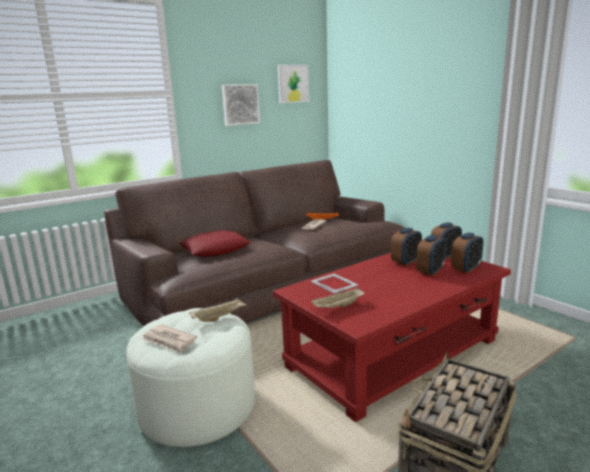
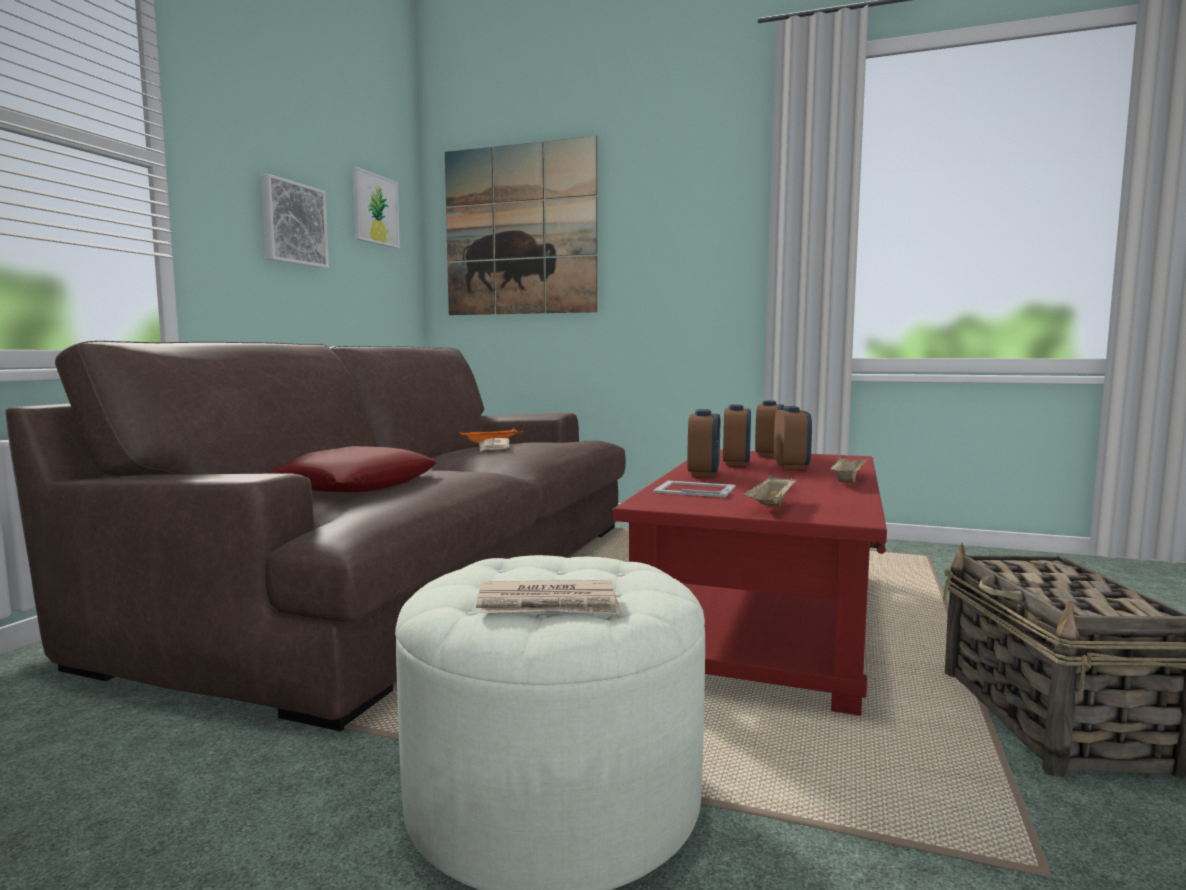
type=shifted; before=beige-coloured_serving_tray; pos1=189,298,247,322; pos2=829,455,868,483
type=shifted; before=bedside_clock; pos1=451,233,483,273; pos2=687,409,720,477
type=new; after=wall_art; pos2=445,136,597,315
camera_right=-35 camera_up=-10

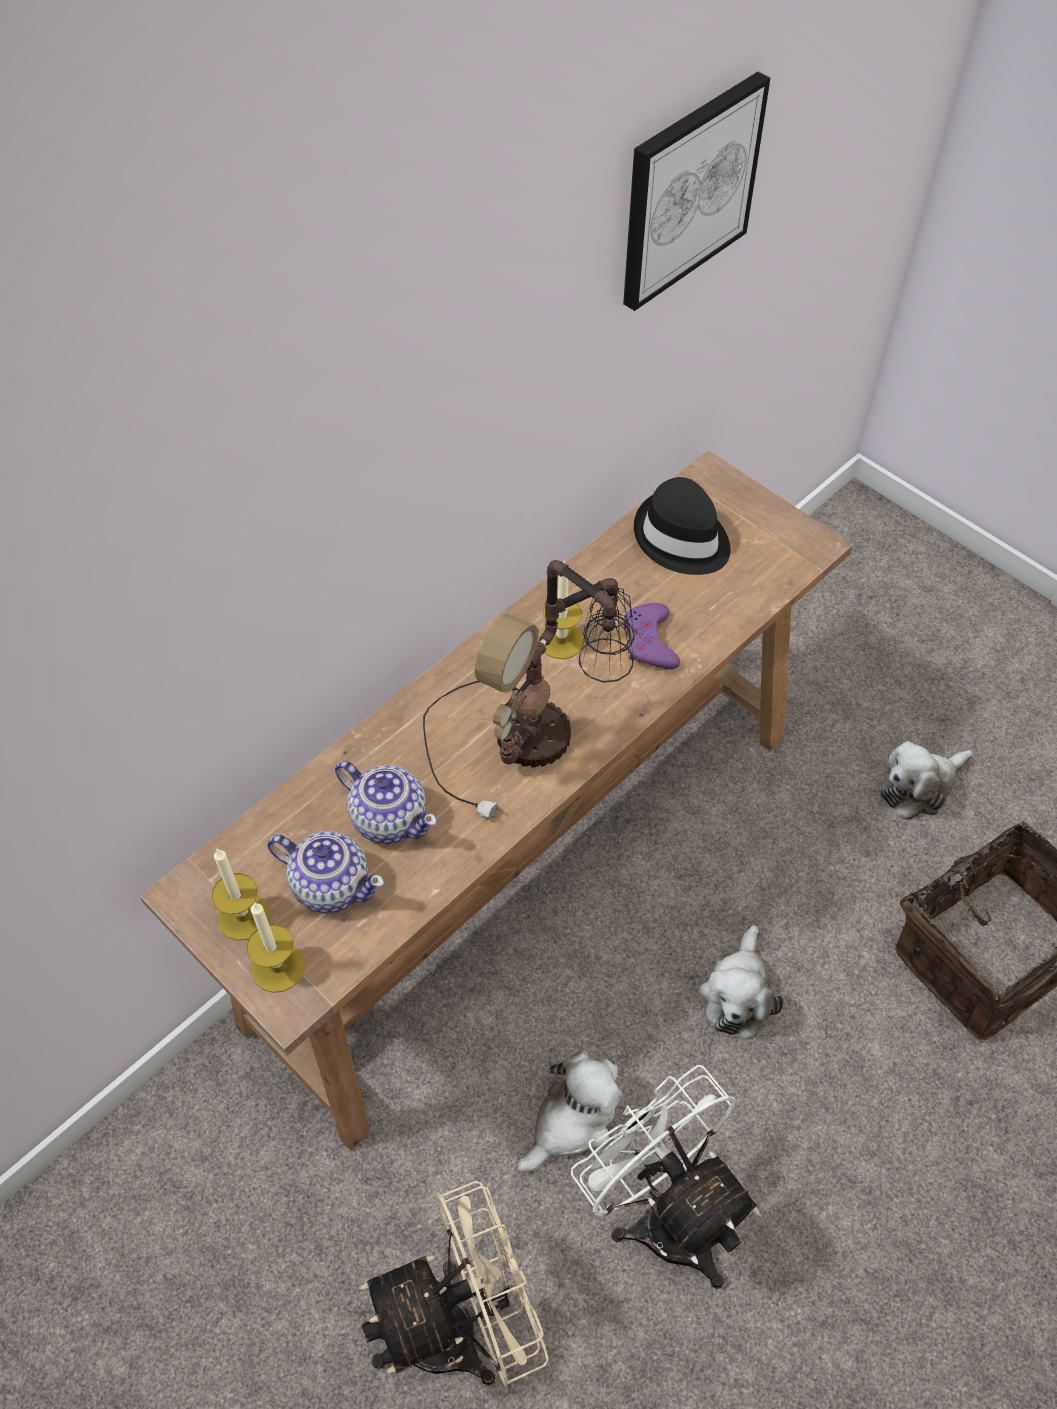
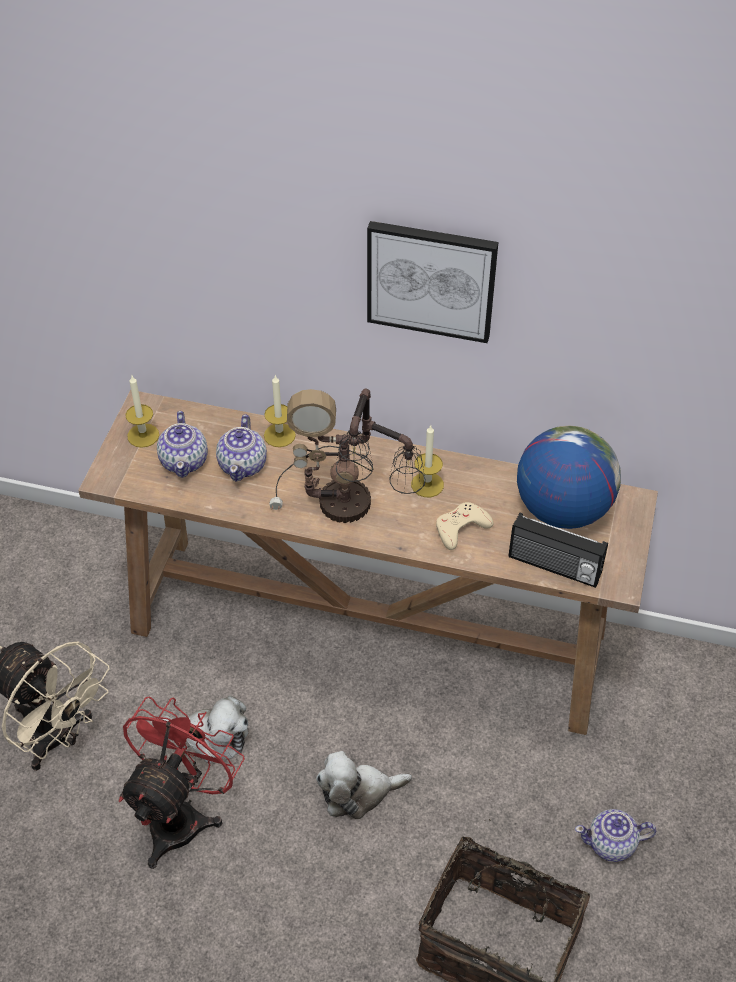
type=shifted; before=candle; pos1=247,902,305,993; pos2=264,374,296,447
type=repainted; before=whitish_cooling_fan; after=red-coloured_cooling_fan; pos1=571,1065,760,1289; pos2=119,697,245,869
type=shifted; before=wall_art; pos1=623,72,770,311; pos2=367,221,498,343
type=repainted; before=purple-coloured_joypad; after=beige-coloured_joypad; pos1=624,603,680,669; pos2=436,502,494,550
type=swapped; before=black_hat; after=globe; pos1=634,477,730,575; pos2=517,426,621,529
type=swapped; before=soft_toy; after=pot_for_tea; pos1=880,741,973,820; pos2=575,809,656,862
type=new; after=radio_set; pos2=508,513,608,588
camera_right=60 camera_up=-5

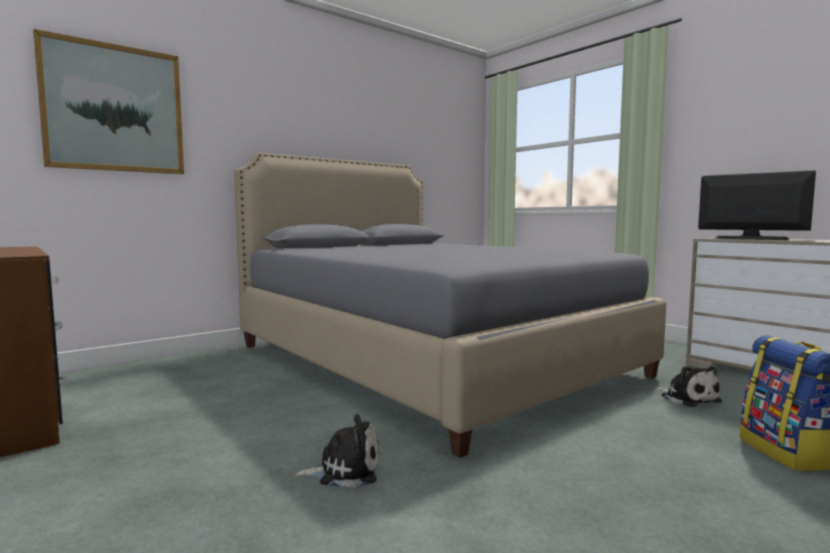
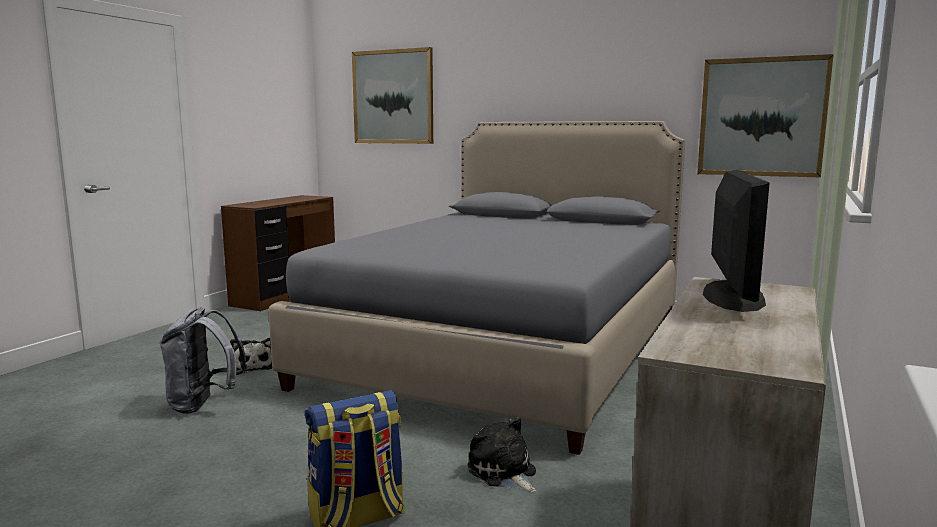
type=rotated; before=soft_toy; pos1=657,366,722,407; pos2=468,417,536,492; turn=105
type=new; after=grey_rucksack; pos2=160,307,248,414
type=new; after=wall_art; pos2=697,54,834,177
camera_right=65 camera_up=5

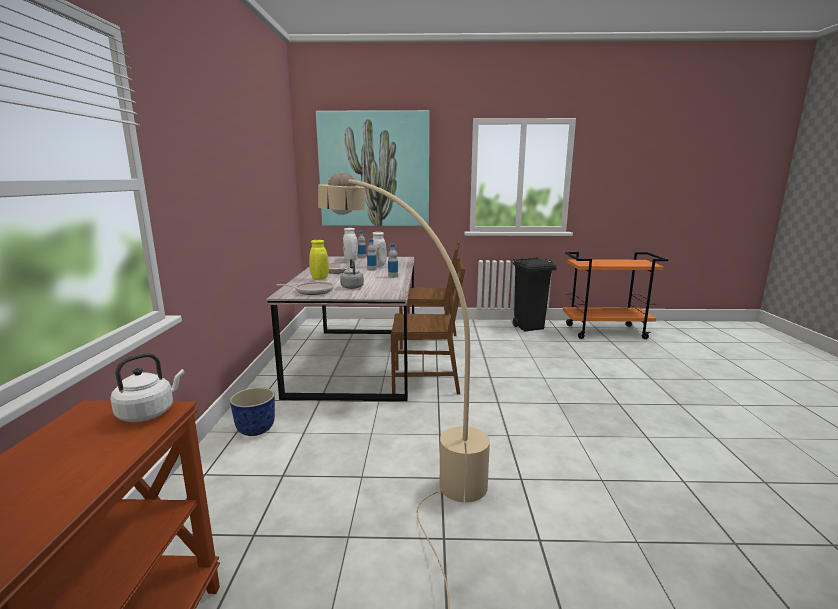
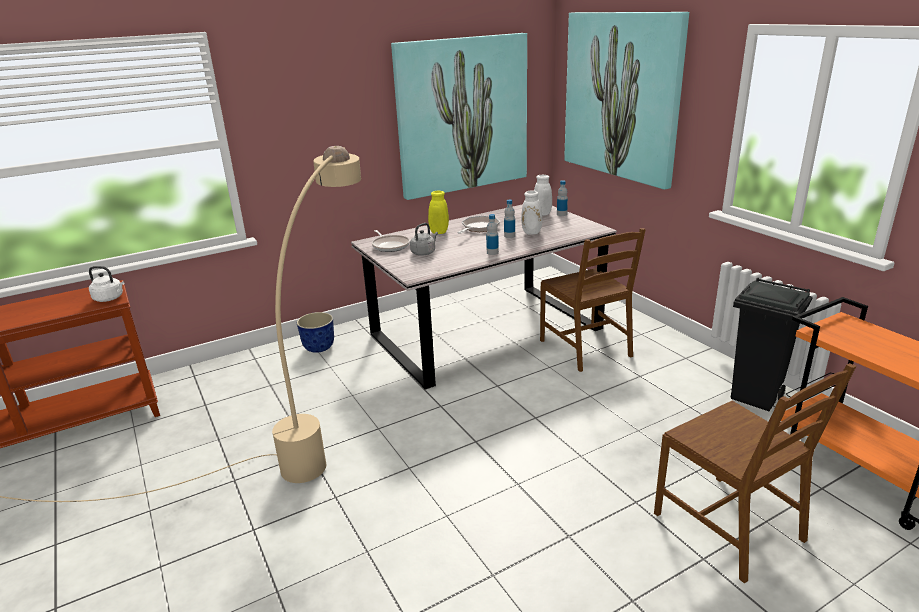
type=shifted; before=brown_upright_chair; pos1=391,258,466,394; pos2=654,363,856,583
type=new; after=wall_art; pos2=391,33,527,200
camera_right=60 camera_up=10

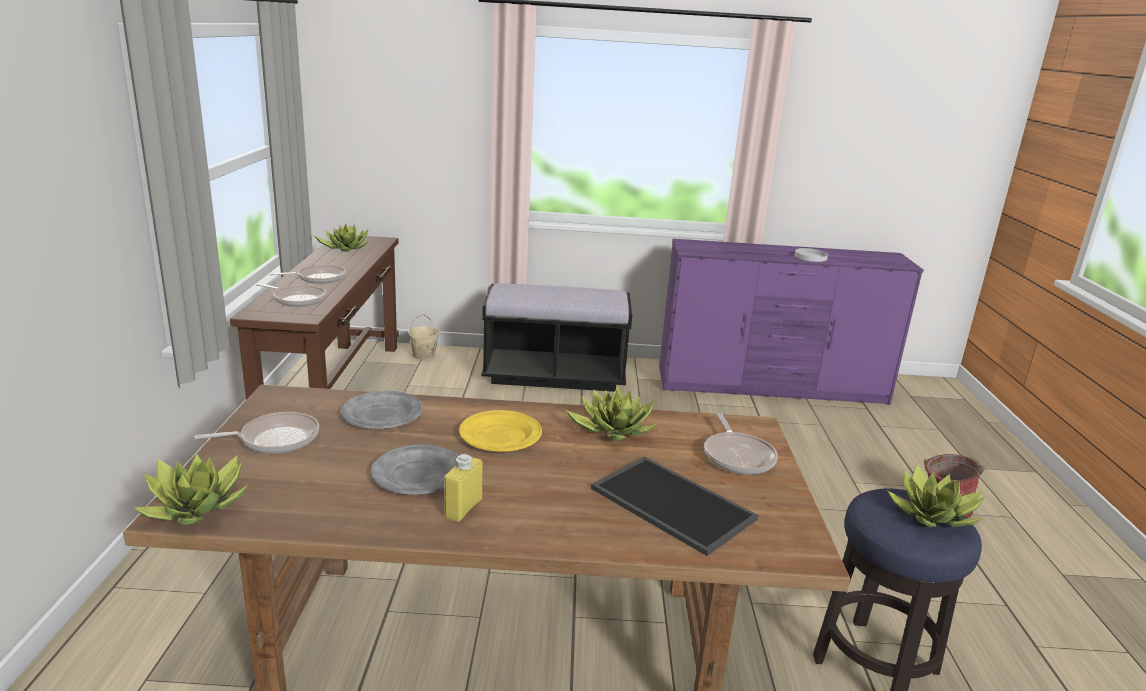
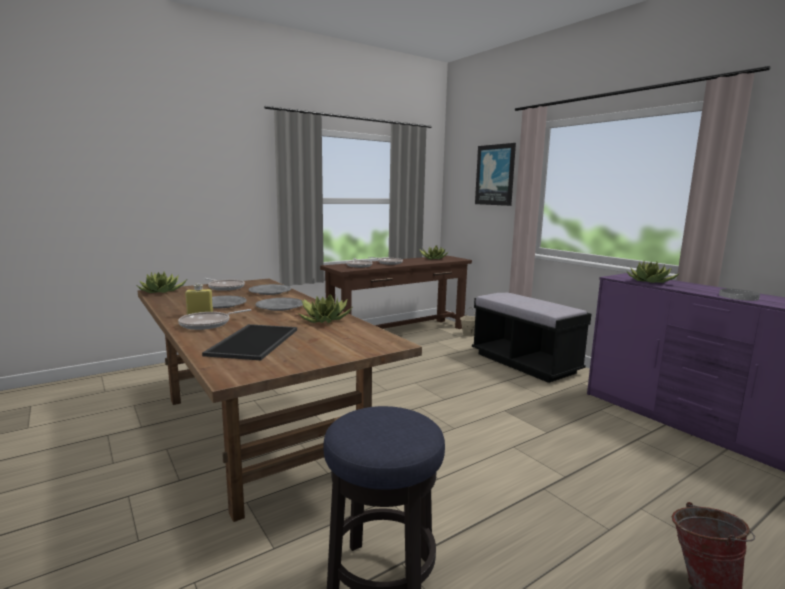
type=repainted; before=yellow-coloured_plate; after=grey_plate; pos1=459,410,542,452; pos2=256,298,303,311
type=shifted; before=frying_pan; pos1=704,413,778,475; pos2=178,309,251,330
type=shifted; before=houseplant; pos1=888,464,985,527; pos2=626,261,680,283
type=new; after=wall_art; pos2=475,143,516,206
camera_right=55 camera_up=-10

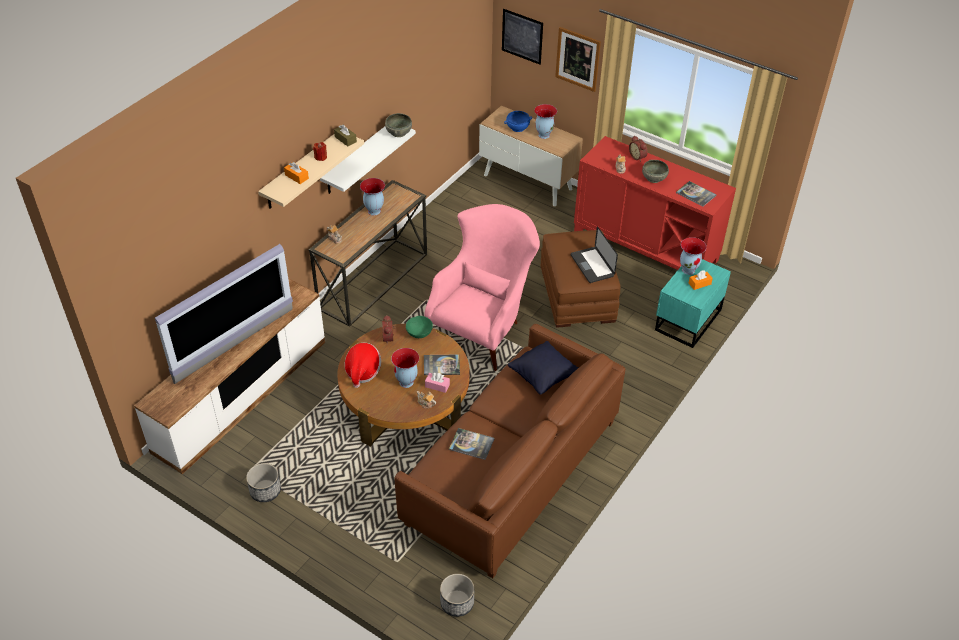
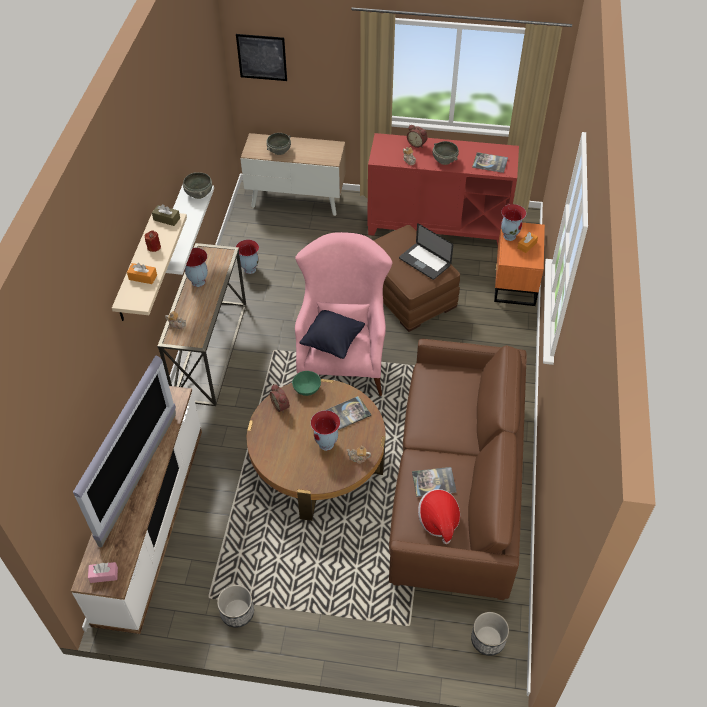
type=shifted; before=hat; pos1=345,343,381,388; pos2=418,489,460,544
type=shifted; before=pink-coloured_tissue_box; pos1=425,372,450,393; pos2=88,562,118,583
type=repainted; before=bluish_deep_dish; after=grey_deep_dish; pos1=504,111,532,132; pos2=266,133,291,155
type=shifted; before=black_throw_pillow; pos1=508,341,578,395; pos2=300,310,365,359
type=shifted; before=vase; pos1=534,104,557,139; pos2=236,240,259,274
type=gone; before=wall_art; pos1=555,27,601,92
type=repainted; before=turquoise-coloured_nightstand; after=orange_nightstand; pos1=655,259,731,348; pos2=494,223,545,306
camera_right=-25 camera_up=5

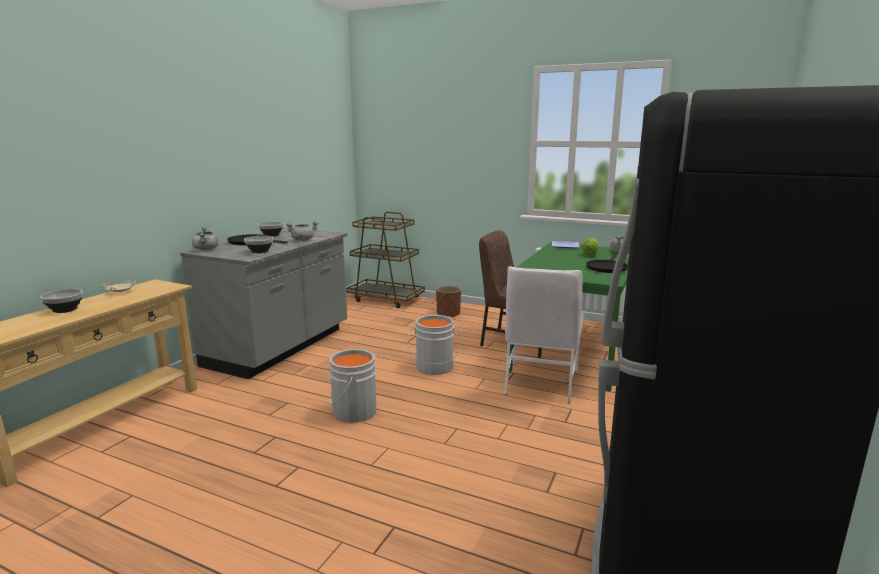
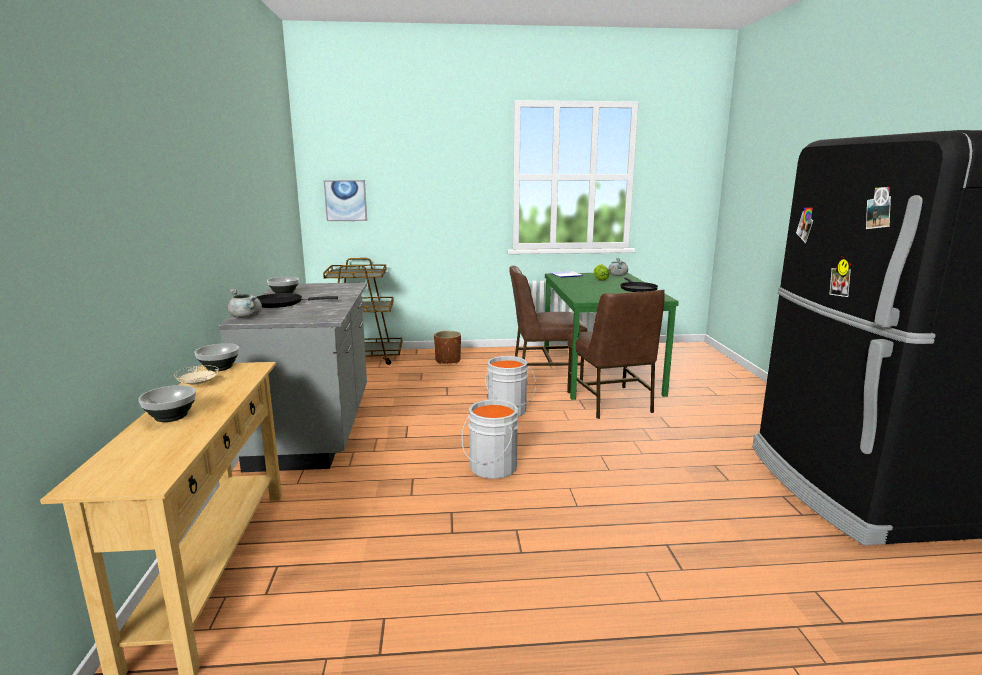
type=shifted; before=deep_dish; pos1=244,236,273,253; pos2=195,343,239,371
type=gone; before=grey_cooking_pot; pos1=286,221,319,241
type=repainted; before=whitish_upright_chair; after=brown_upright_chair; pos1=504,267,584,403; pos2=567,289,665,419
type=new; after=wall_art; pos2=323,180,367,221
camera_right=-30 camera_up=0

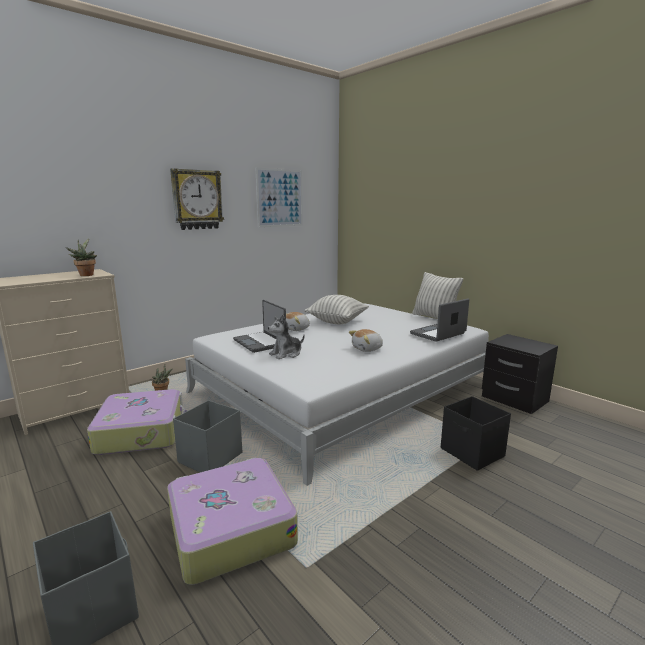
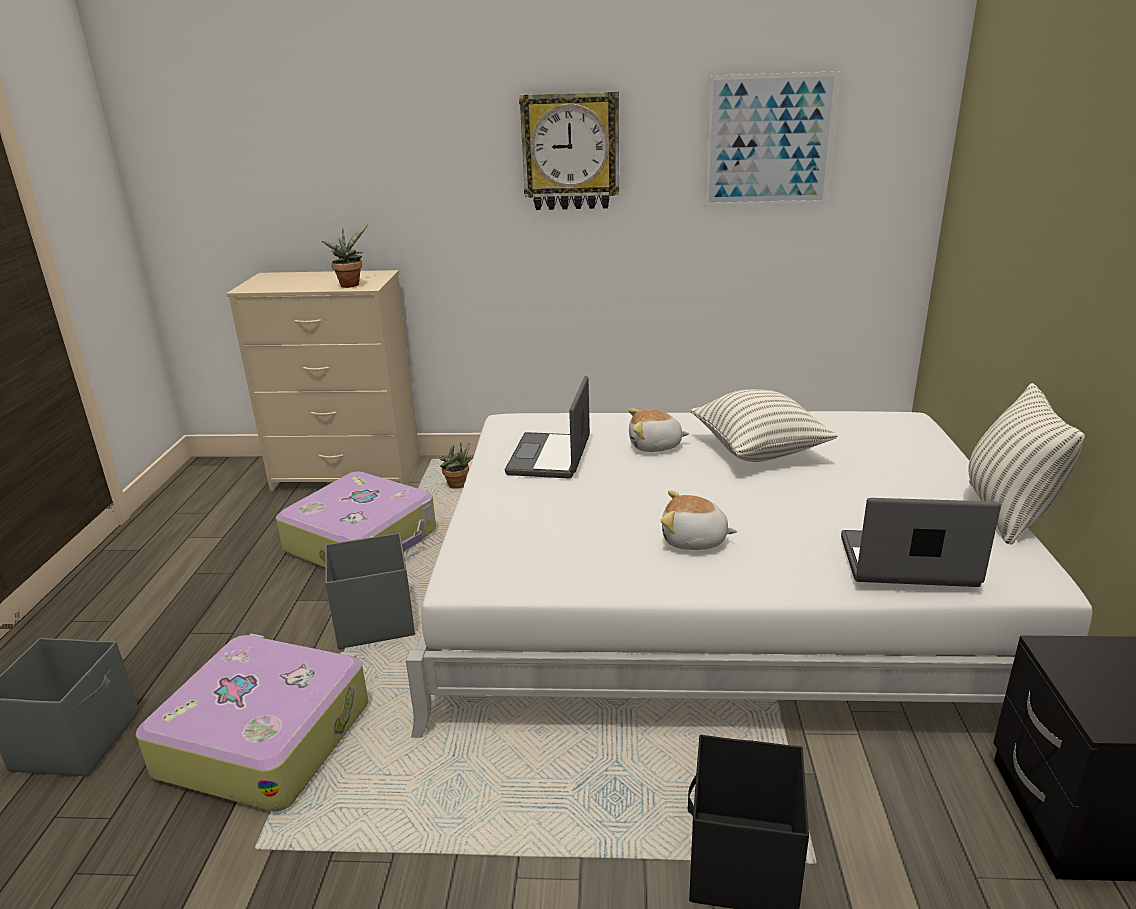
type=gone; before=soft_toy; pos1=268,314,305,359
camera_right=45 camera_up=10

